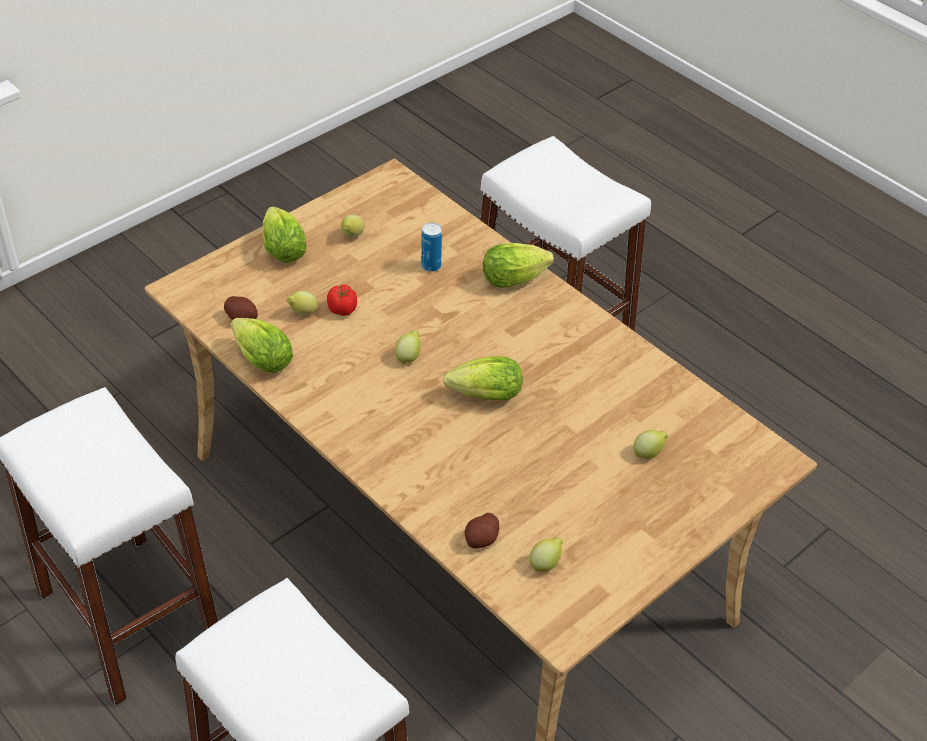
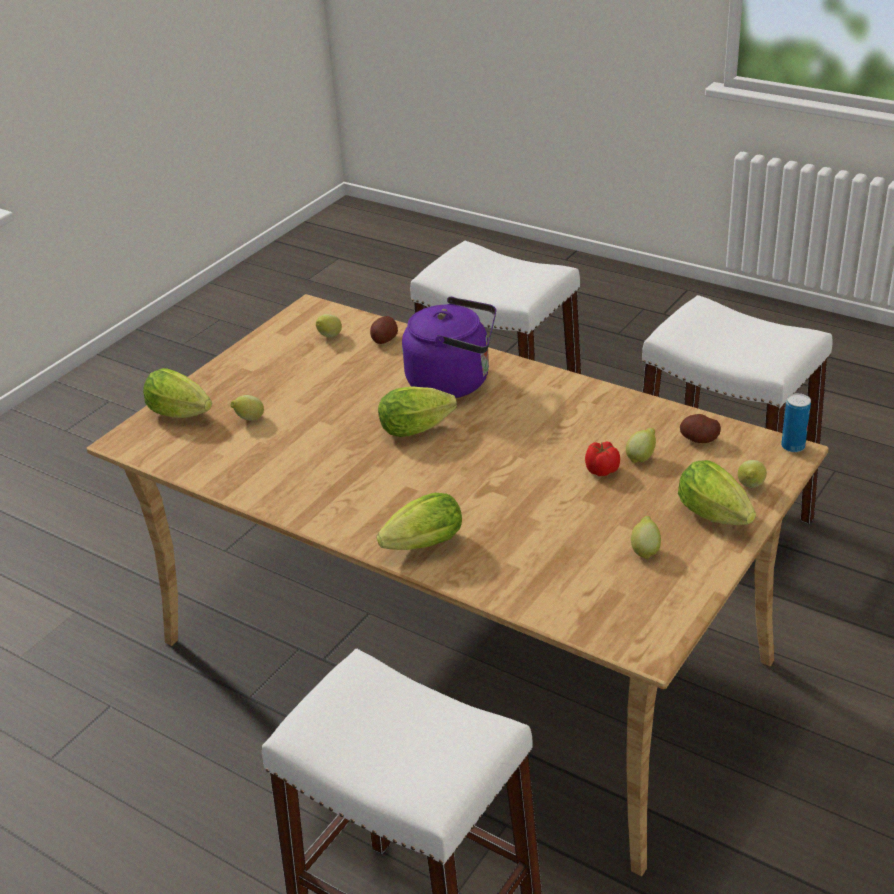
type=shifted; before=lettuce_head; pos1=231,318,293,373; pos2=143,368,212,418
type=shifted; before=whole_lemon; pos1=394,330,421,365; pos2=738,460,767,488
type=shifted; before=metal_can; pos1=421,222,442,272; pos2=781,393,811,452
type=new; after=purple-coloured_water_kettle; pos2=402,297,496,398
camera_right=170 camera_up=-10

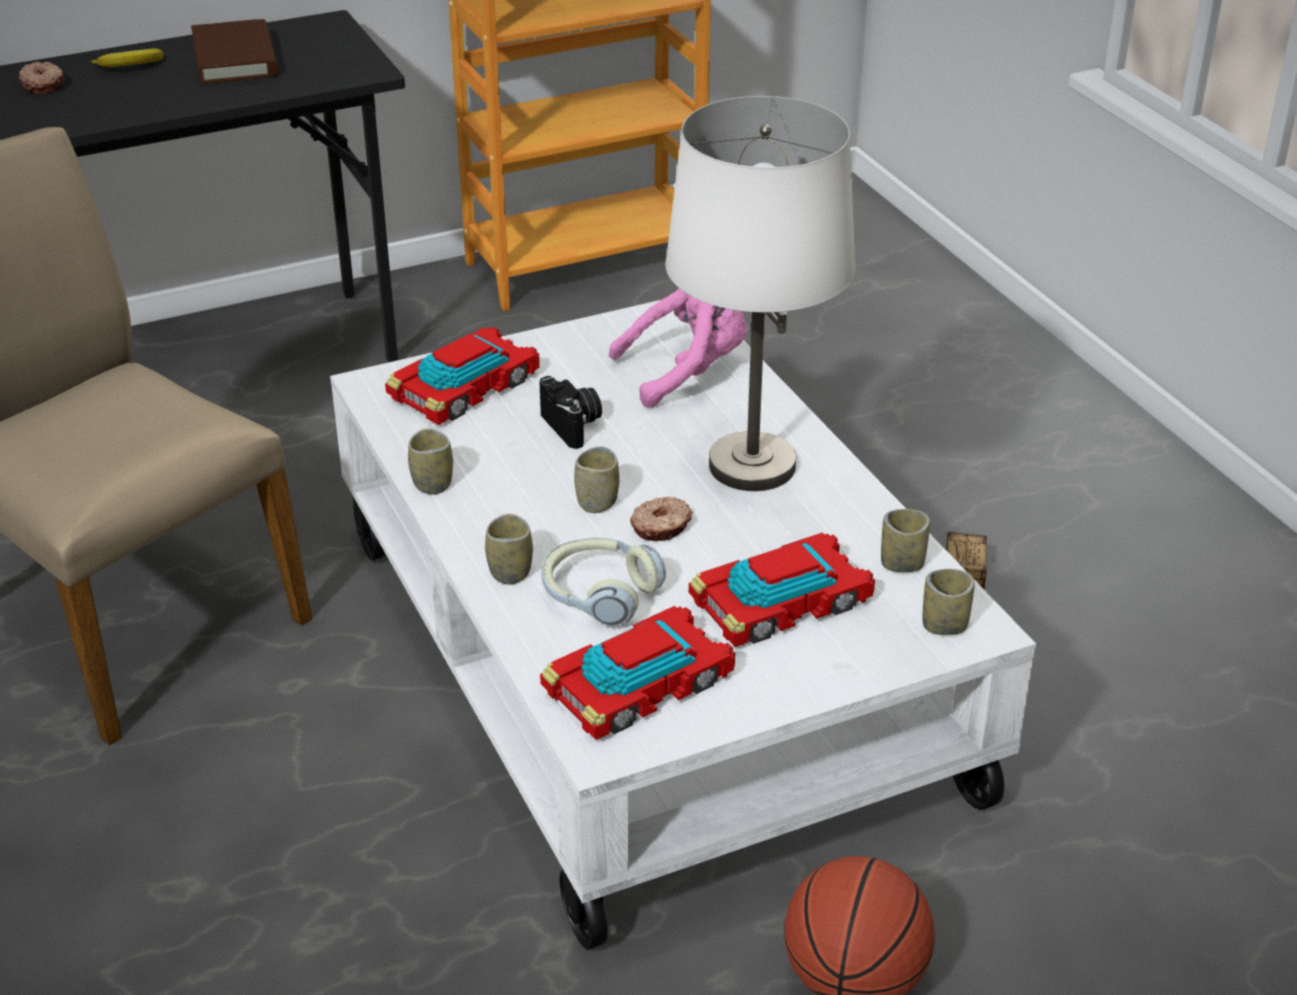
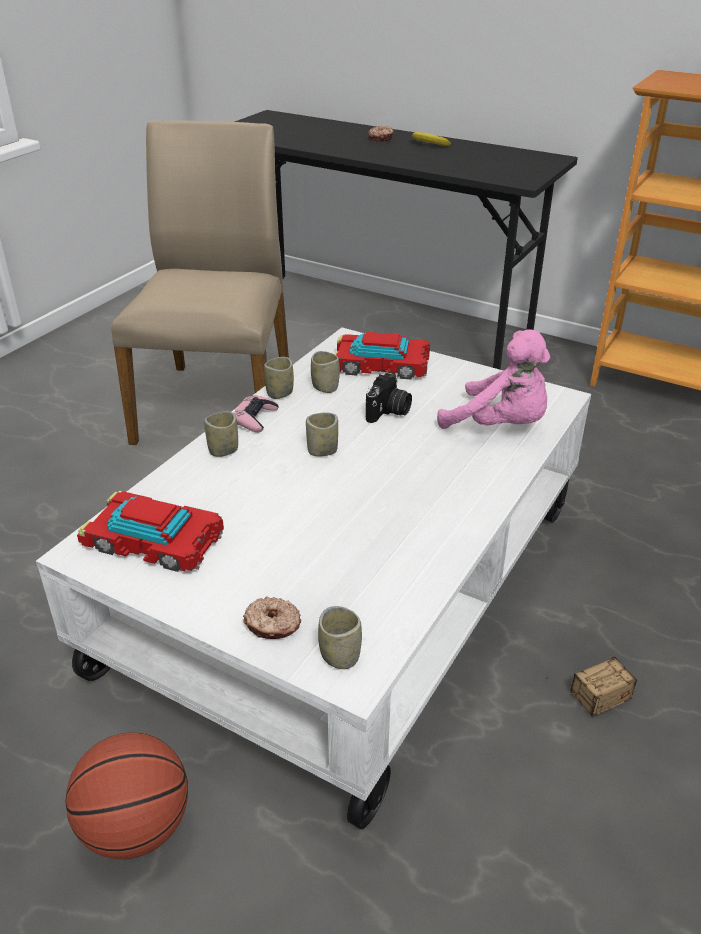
type=gone; before=brown_volume; pos1=191,19,278,84
type=gone; before=headphones; pos1=541,537,666,626
type=shifted; before=doughnut; pos1=630,497,693,541; pos2=243,596,301,639
type=gone; before=whitish_lamp_for_a_table; pos1=665,96,856,491
type=gone; before=toy_car; pos1=689,533,875,647
type=shifted; before=small_cup; pos1=881,509,930,572; pos2=311,351,340,393
type=new; after=pink-coloured_joypad; pos2=233,395,279,433
camera_right=55 camera_up=0

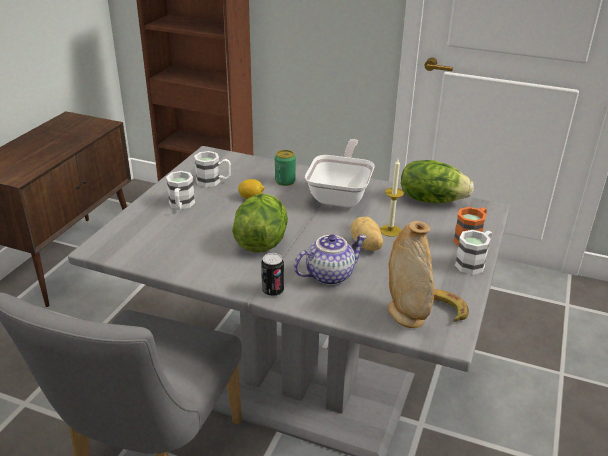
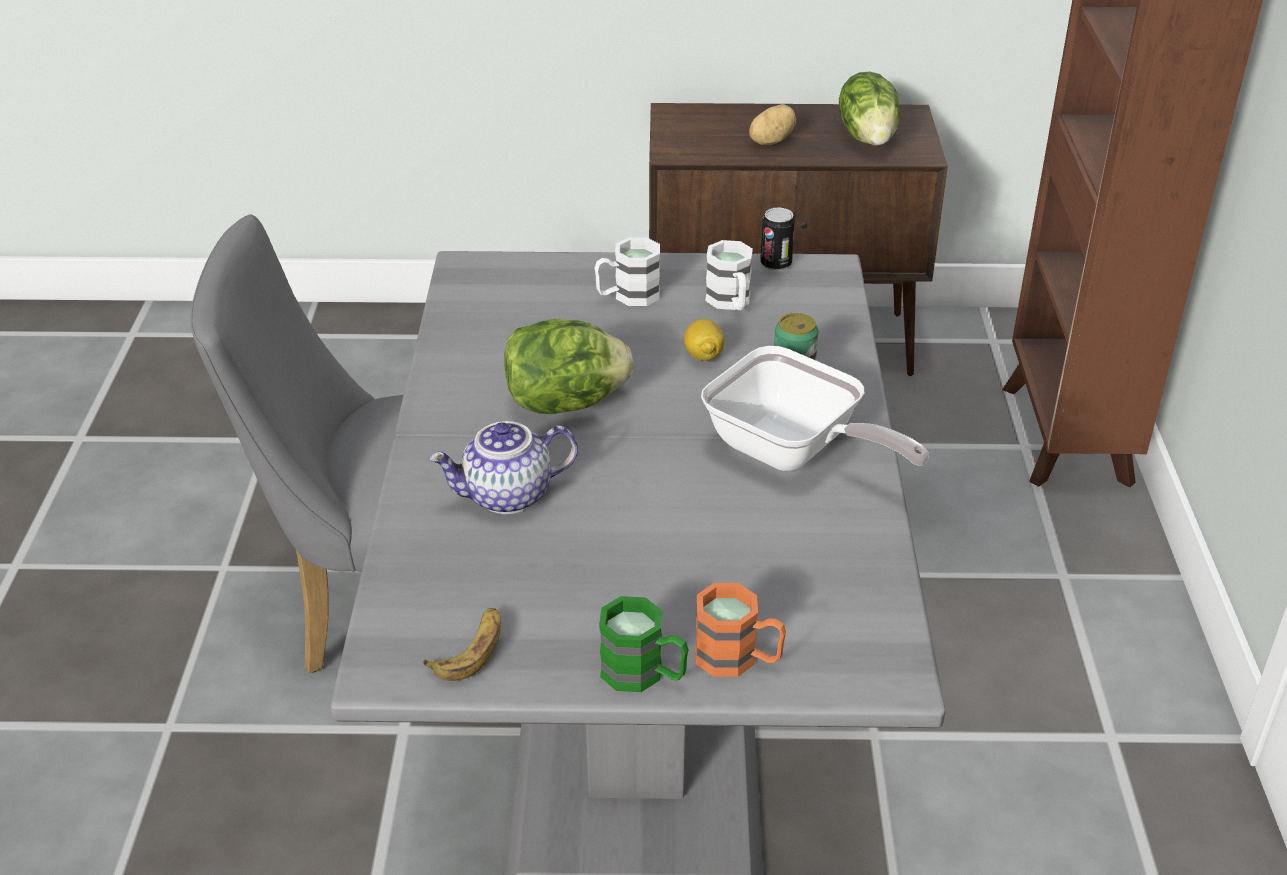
type=shifted; before=metal_can; pos1=261,253,284,297; pos2=760,207,795,272
type=rotated; before=pot_for_tea; pos1=294,234,367,285; pos2=429,421,578,514; turn=120
type=rotated; before=frying_pan; pos1=305,139,375,207; pos2=701,346,929,471; turn=45
type=shifted; before=spud; pos1=351,217,383,251; pos2=749,104,796,145
type=gone; before=candle; pos1=380,159,404,237
type=gone; before=beige-coloured_vase; pos1=388,221,435,328
type=shifted; before=lettuce_head; pos1=401,160,474,203; pos2=839,72,900,146
type=repainted; before=whitish_tea_mug; after=green-coloured_tea_mug; pos1=455,230,492,275; pos2=599,596,689,692
camera_right=70 camera_up=5

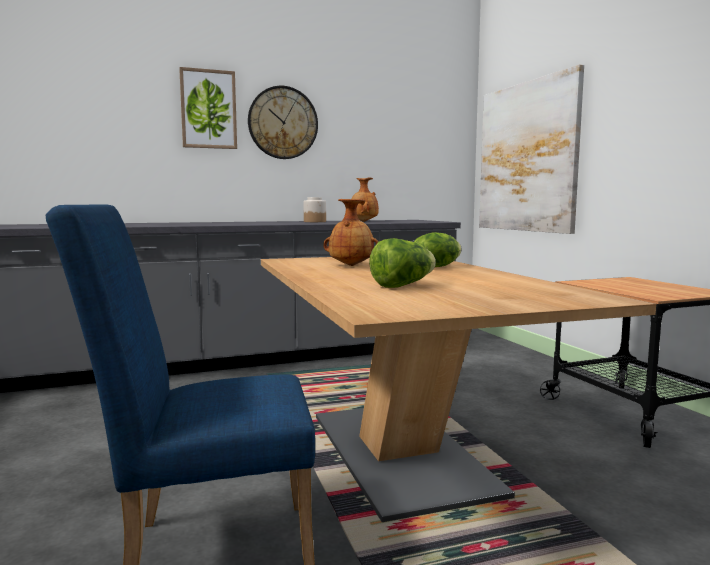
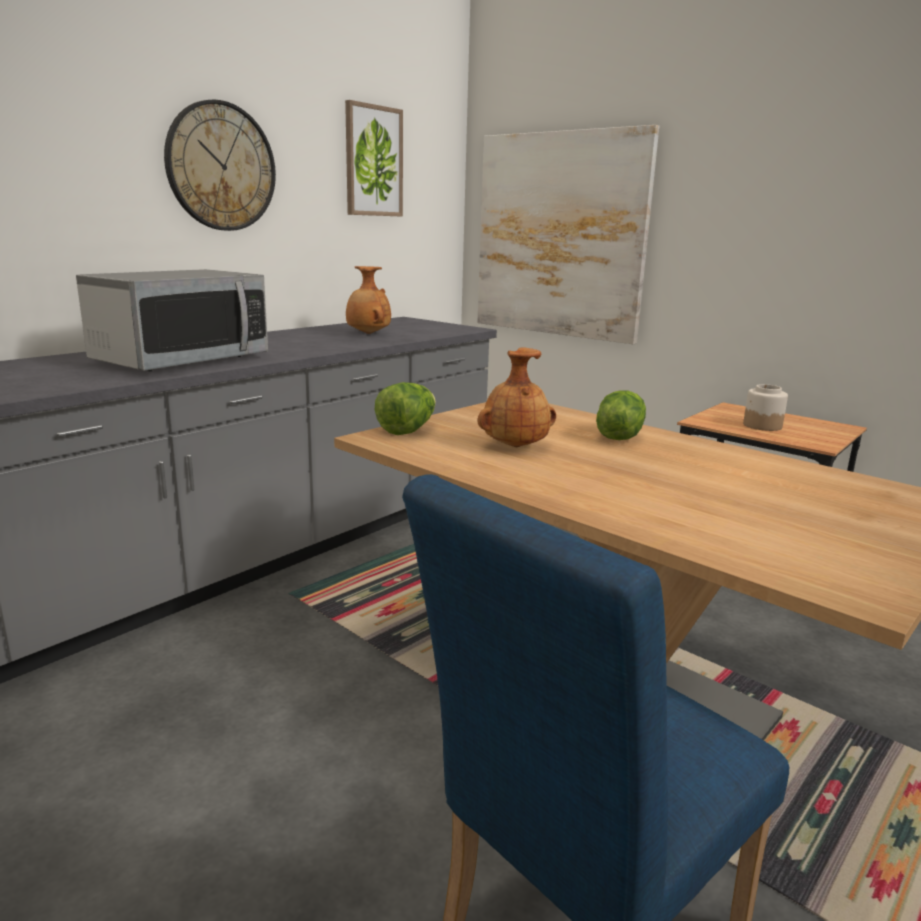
type=shifted; before=wall_art; pos1=179,67,237,149; pos2=345,100,403,217
type=shifted; before=preserve_jar; pos1=304,197,326,222; pos2=743,384,788,431
type=shifted; before=lettuce_head; pos1=369,238,436,288; pos2=375,382,436,435
type=new; after=microwave_oven; pos2=76,269,268,371
camera_right=-30 camera_up=10

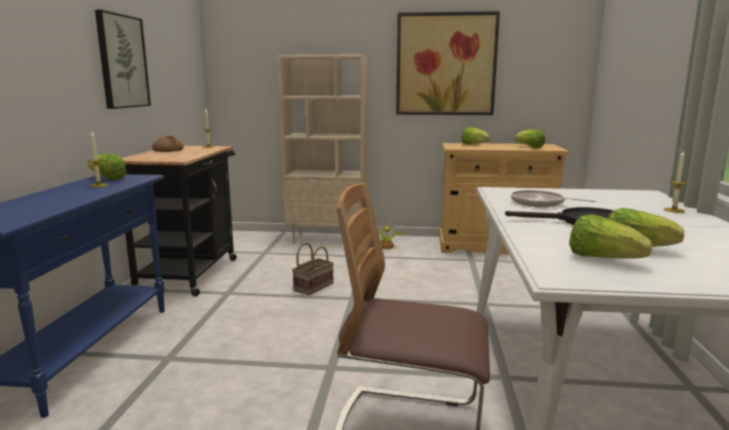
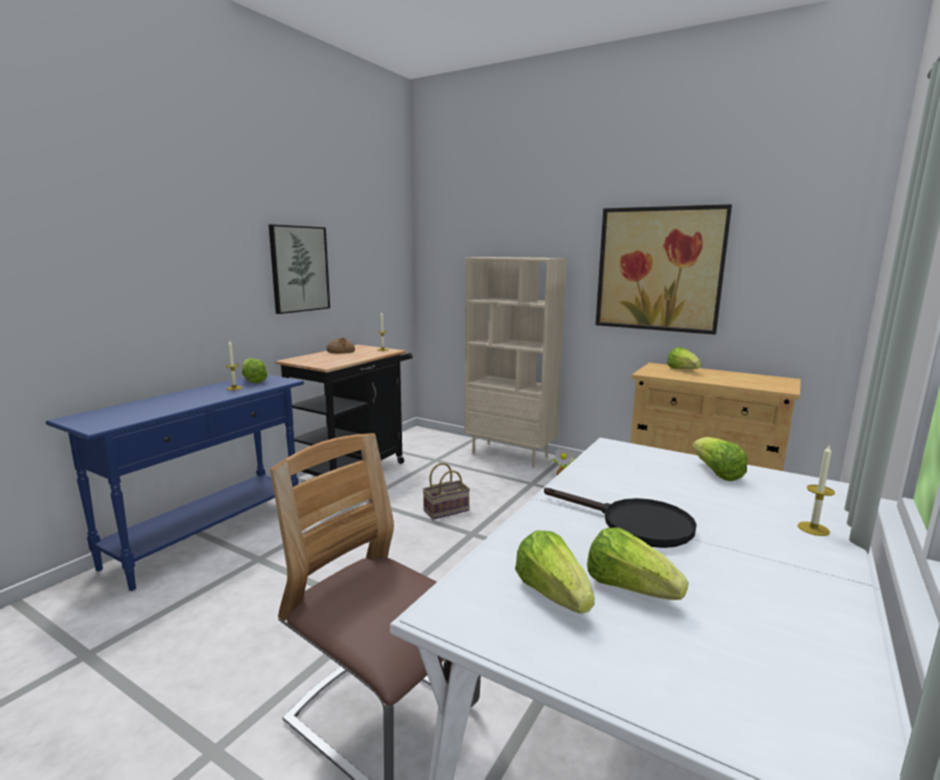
type=gone; before=frying_pan; pos1=511,190,596,207
type=shifted; before=lettuce_head; pos1=514,129,545,148; pos2=692,437,748,481
camera_right=25 camera_up=0

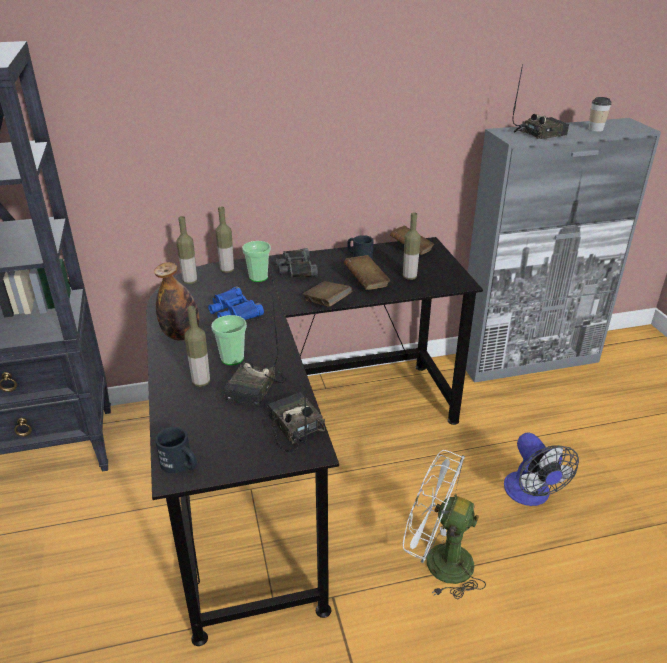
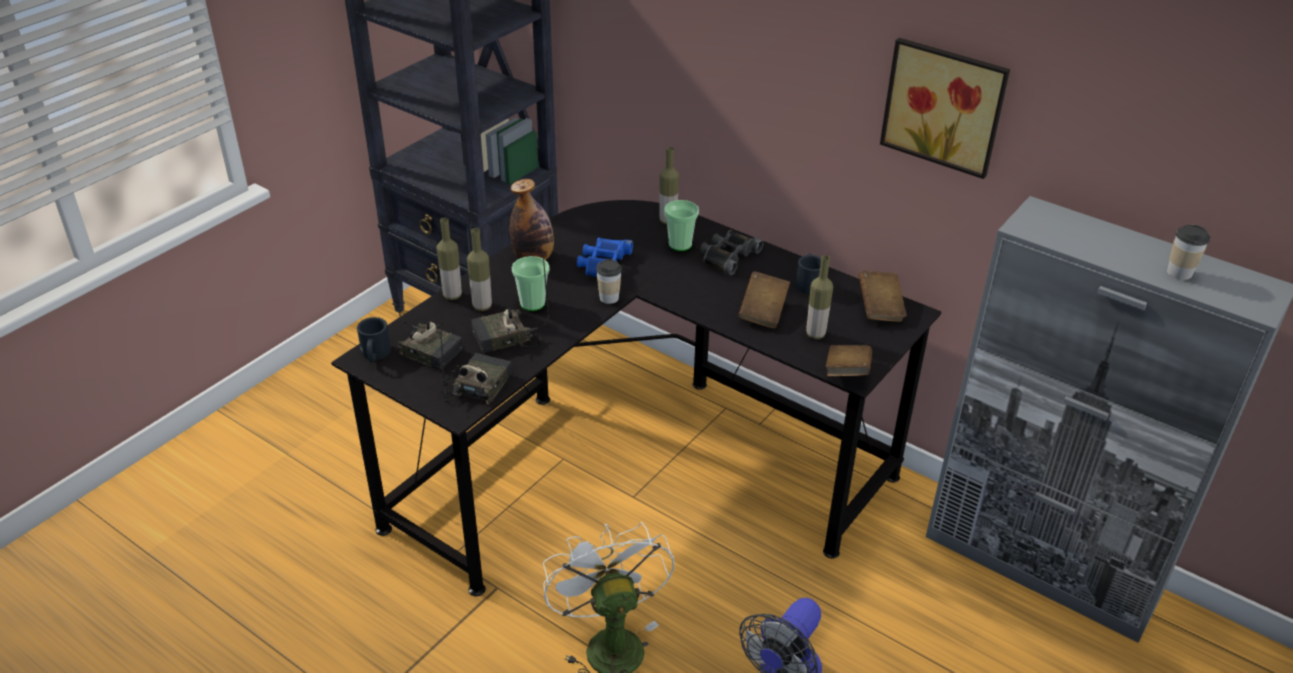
type=shifted; before=beverage_bottle; pos1=176,216,197,284; pos2=436,217,462,300
type=shifted; before=brown_volume; pos1=303,281,353,307; pos2=826,345,872,376
type=shifted; before=radio_set; pos1=512,64,569,139; pos2=391,256,463,370
type=new; after=small_cup; pos2=596,259,622,304
type=new; after=wall_art; pos2=880,38,1010,179
camera_right=50 camera_up=5

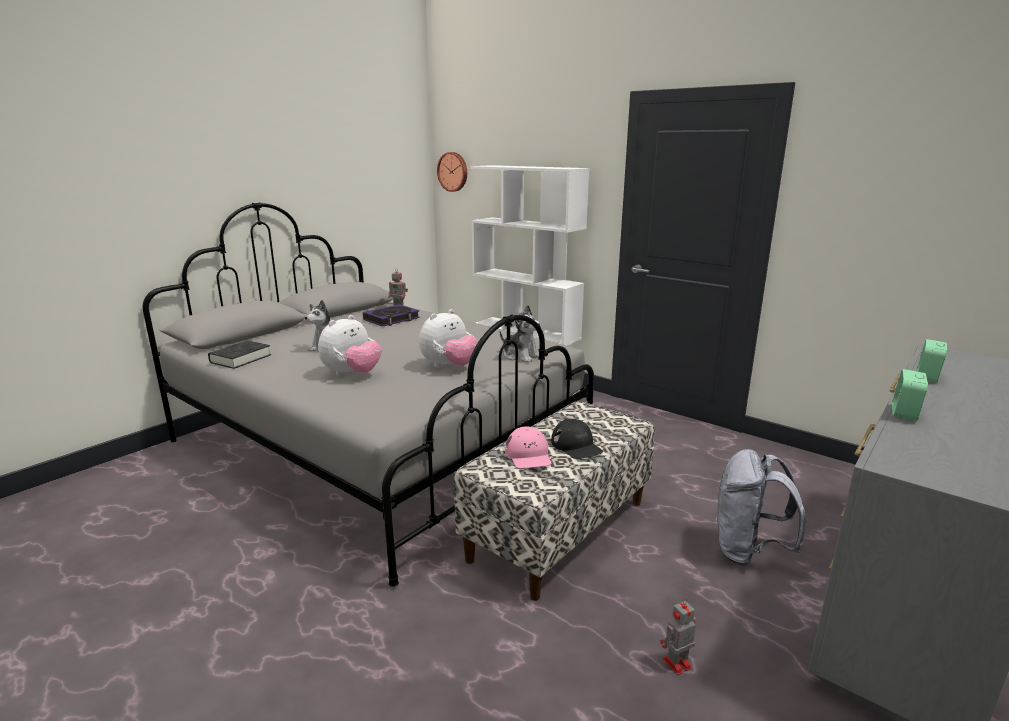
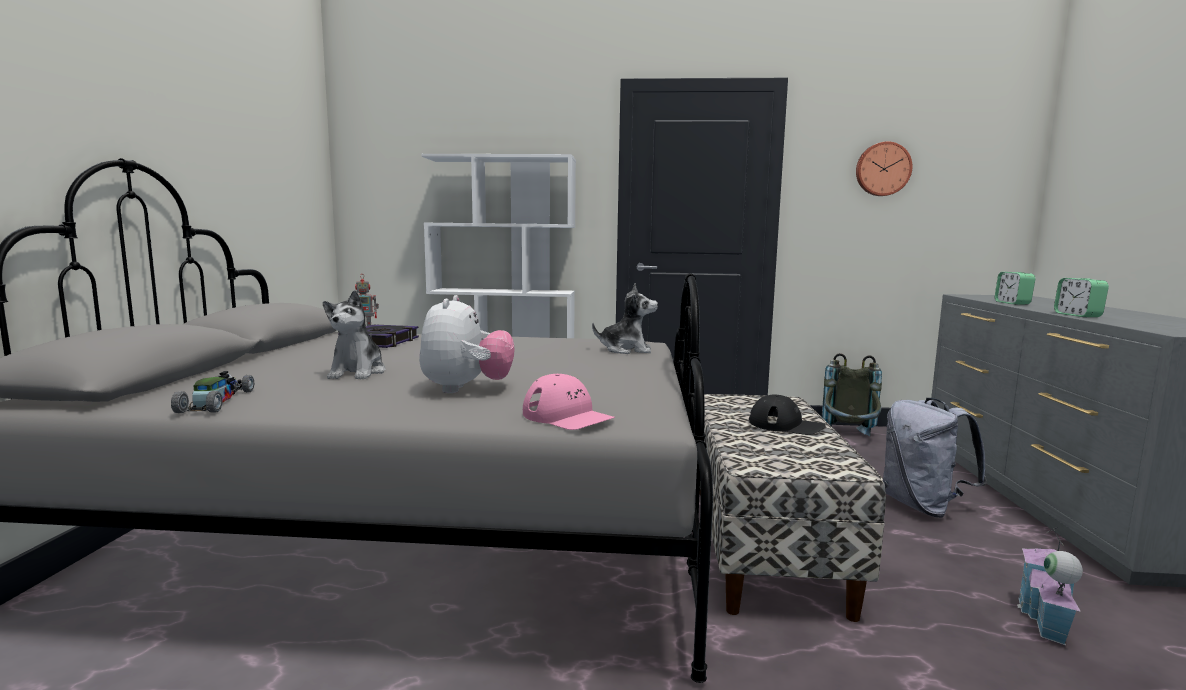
type=swapped; before=black_volume; after=toy_car; pos1=208,340,271,369; pos2=171,371,254,413
type=gone; before=soft_toy; pos1=419,309,478,368
type=shifted; before=hanging_clock; pos1=437,152,467,192; pos2=856,141,913,196
type=shifted; before=pink-coloured_baseball_cap; pos1=505,426,551,468; pos2=523,374,615,430
type=swapped; before=model_robot; after=toy_house; pos1=660,598,697,675; pos2=1017,527,1083,646
type=new; after=grey_rucksack; pos2=822,353,882,436
camera_right=-35 camera_up=-10

